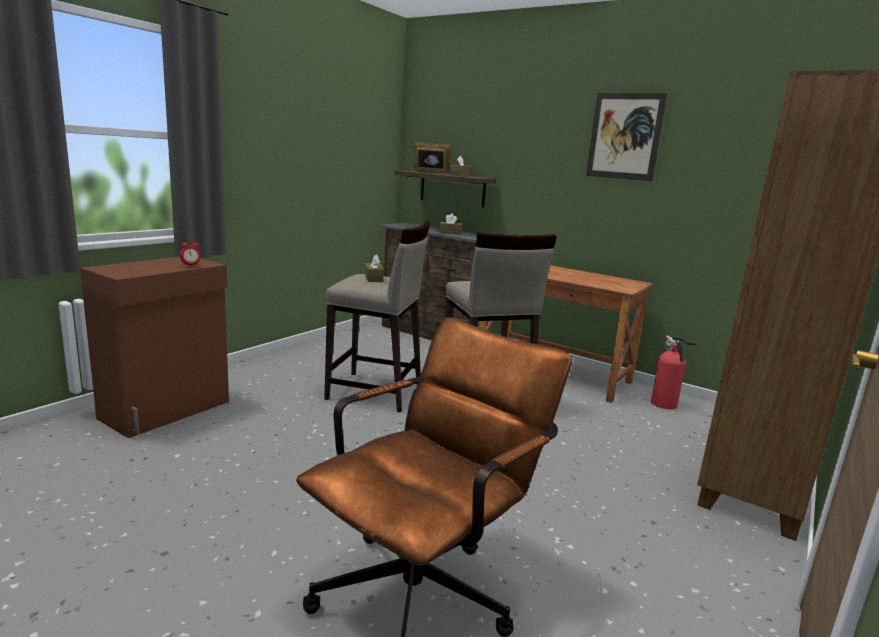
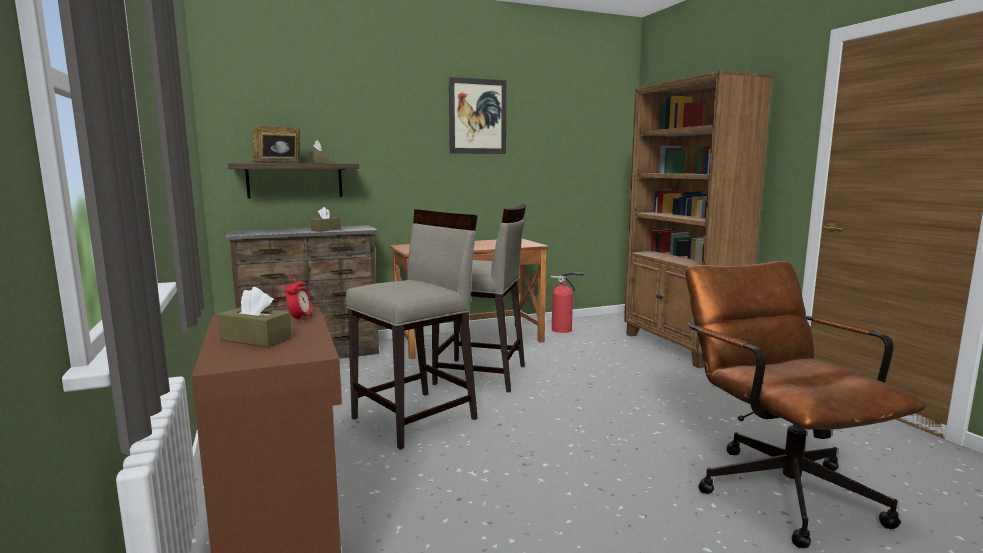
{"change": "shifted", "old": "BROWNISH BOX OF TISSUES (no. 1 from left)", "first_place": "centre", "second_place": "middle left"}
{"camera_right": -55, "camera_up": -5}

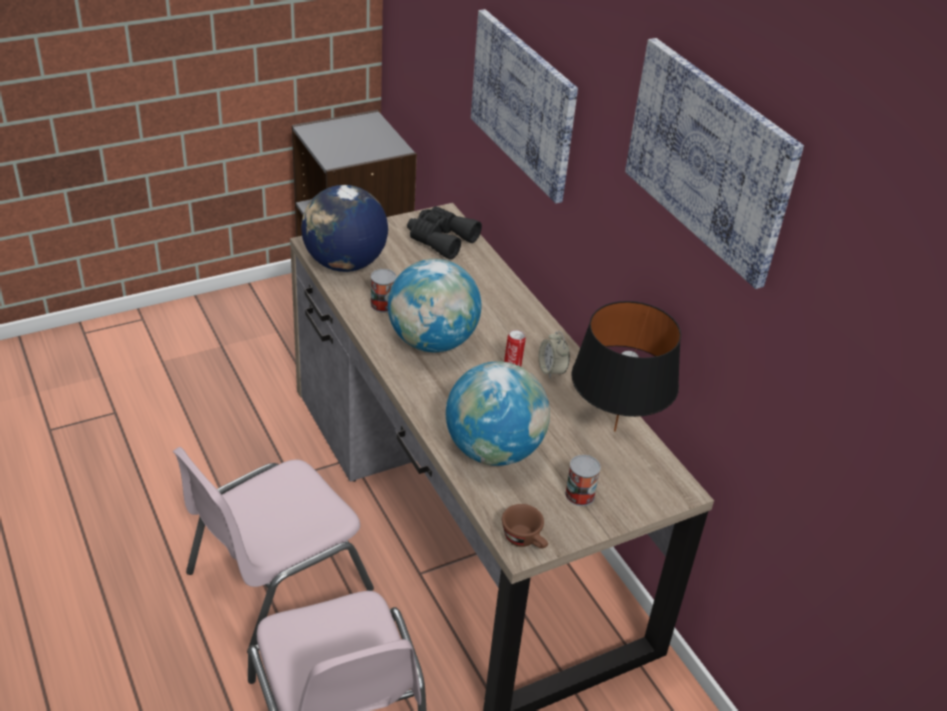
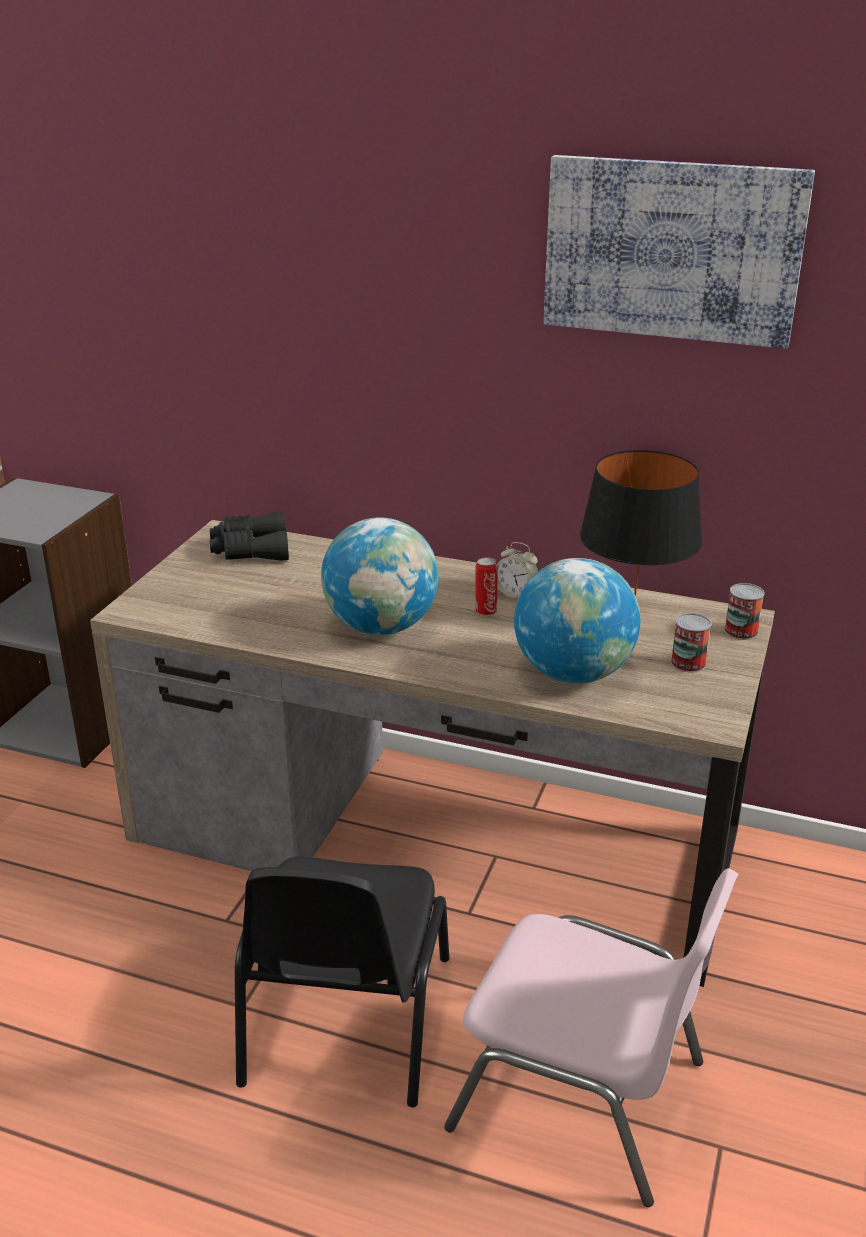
{"change": "gone", "old": "WORLD GLOBE (no. 1 from left)", "first_place": "top centre"}
{"change": "gone", "old": "WALL PICTURE (no. 1 from left)", "first_place": "top centre"}
{"change": "gone", "old": "BROWNISH CUP", "first_place": "bottom centre"}
{"change": "shifted", "old": "CAN (no. 1 from left in the first image)", "new": "CAN (no. 3 from left)", "first_place": "centre", "second_place": "middle right"}
{"change": "repainted", "old": "PINK UPRIGHT CHAIR (no. 1 from left)", "new": "BLACK-COLOURED UPRIGHT CHAIR", "first_place": "bottom left", "second_place": "bottom centre"}
{"camera_right": -40, "camera_up": -10}

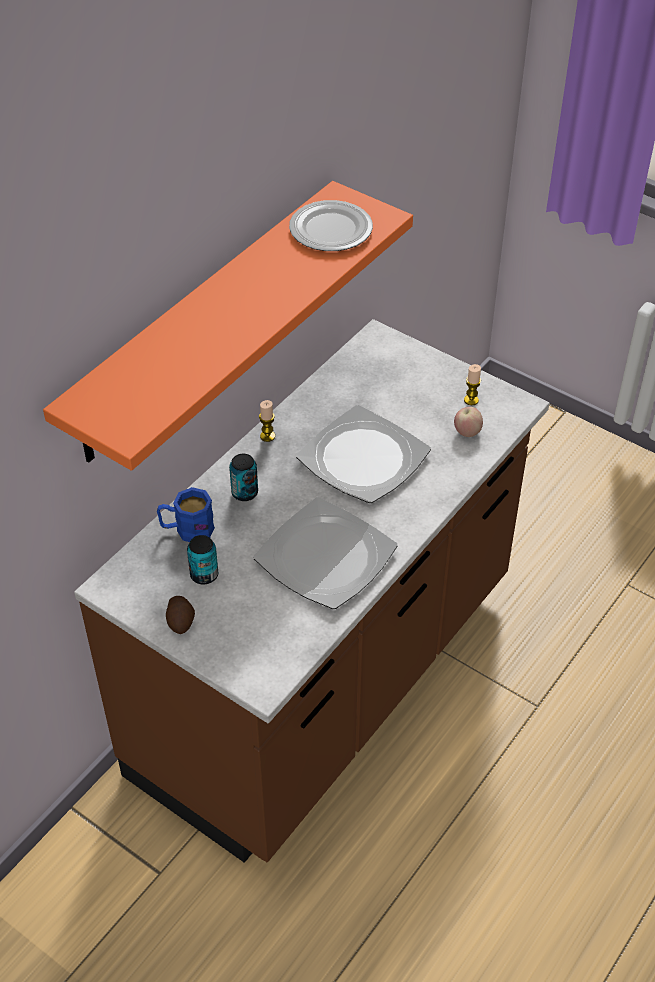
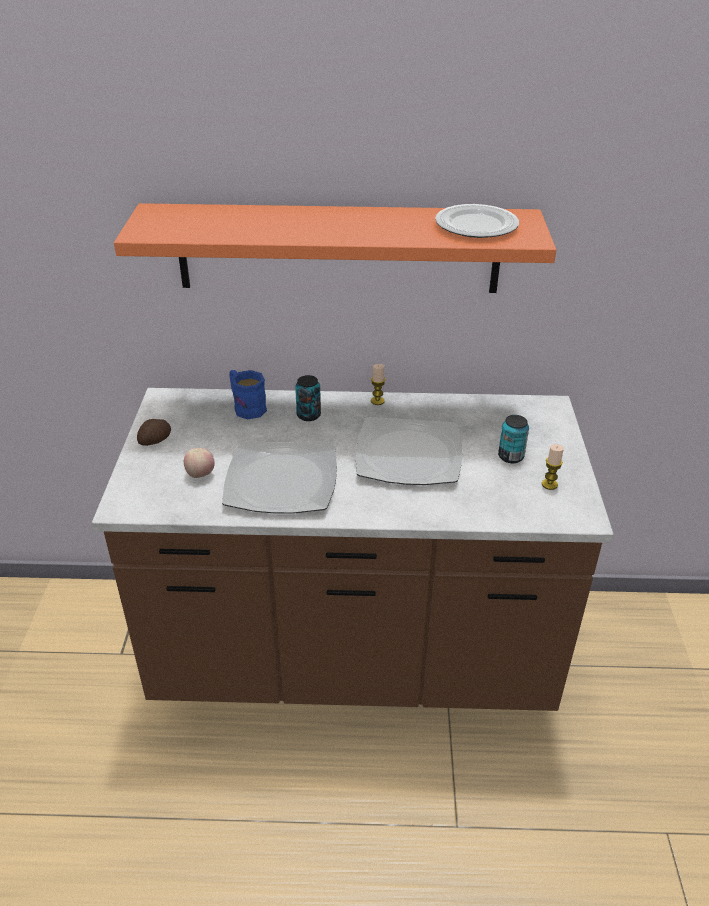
{"change": "shifted", "old": "CAN (no. 1 from left in the first image)", "new": "CAN (no. 2 from left)", "first_place": "middle left", "second_place": "middle right"}
{"change": "shifted", "old": "WHOLE APPLE", "first_place": "middle right", "second_place": "middle left"}
{"camera_right": 55, "camera_up": -10}

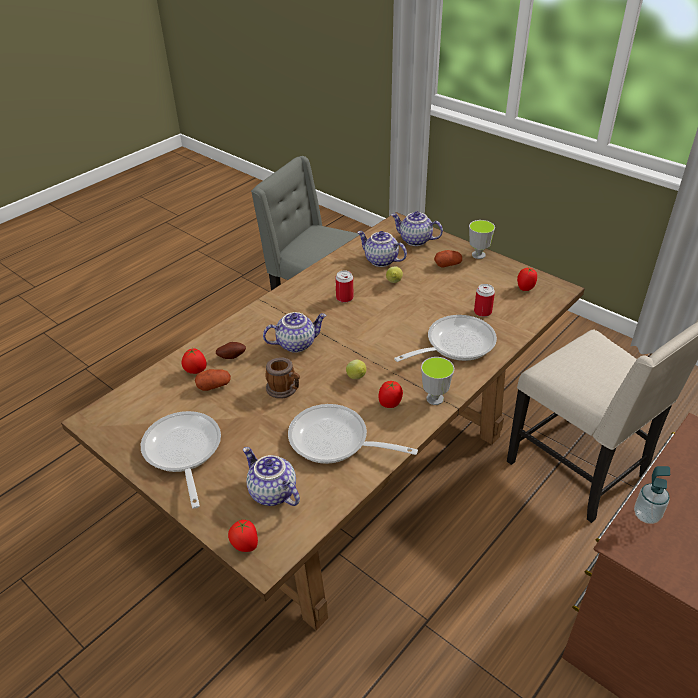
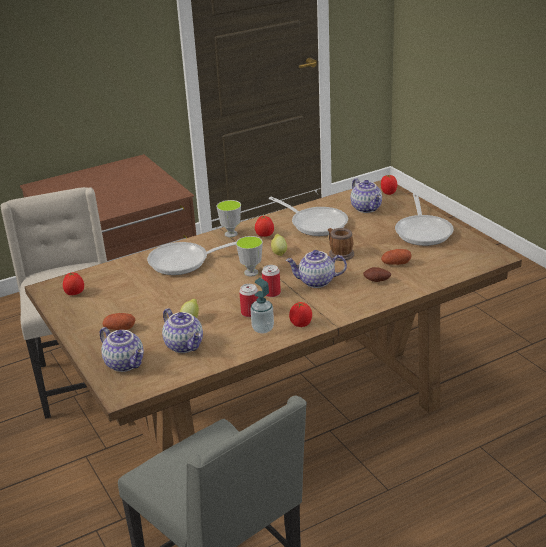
{"change": "shifted", "old": "TOMATO (no. 1 from left in the first image)", "new": "TOMATO (no. 3 from left)", "first_place": "middle left", "second_place": "centre"}
{"change": "shifted", "old": "CUP (no. 2 from left)", "first_place": "middle right", "second_place": "centre"}
{"change": "shifted", "old": "CAN (no. 2 from left)", "first_place": "middle right", "second_place": "centre"}
{"change": "shifted", "old": "SOAP DISPENSER", "first_place": "bottom right", "second_place": "centre"}
{"camera_right": -160, "camera_up": -10}

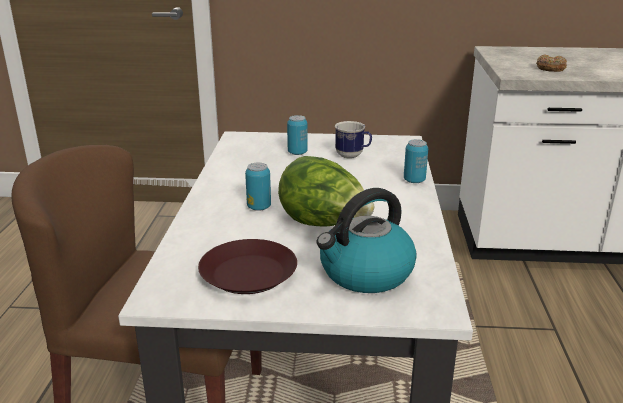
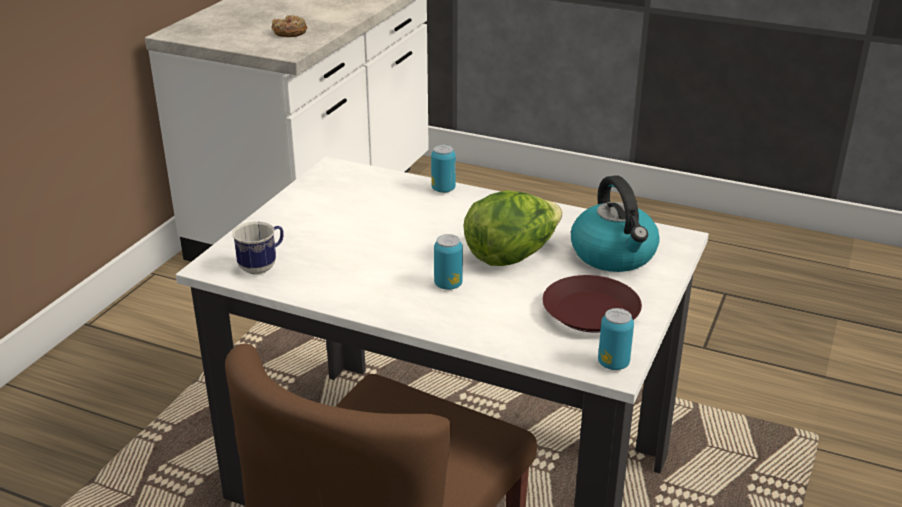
{"change": "shifted", "old": "CAN (no. 2 from left in the first image)", "new": "CAN (no. 3 from left)", "first_place": "centre", "second_place": "bottom right"}
{"change": "shifted", "old": "TEA MUG", "first_place": "centre", "second_place": "middle left"}
{"camera_right": -70, "camera_up": 5}

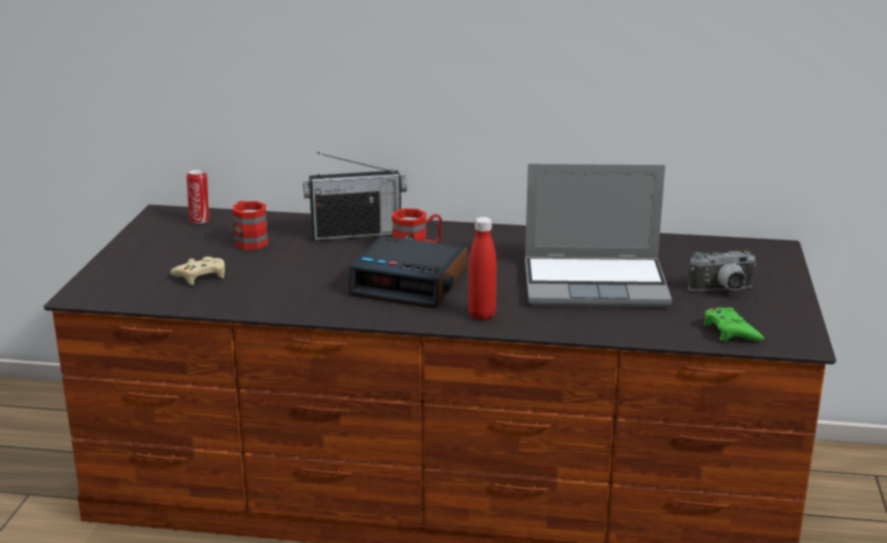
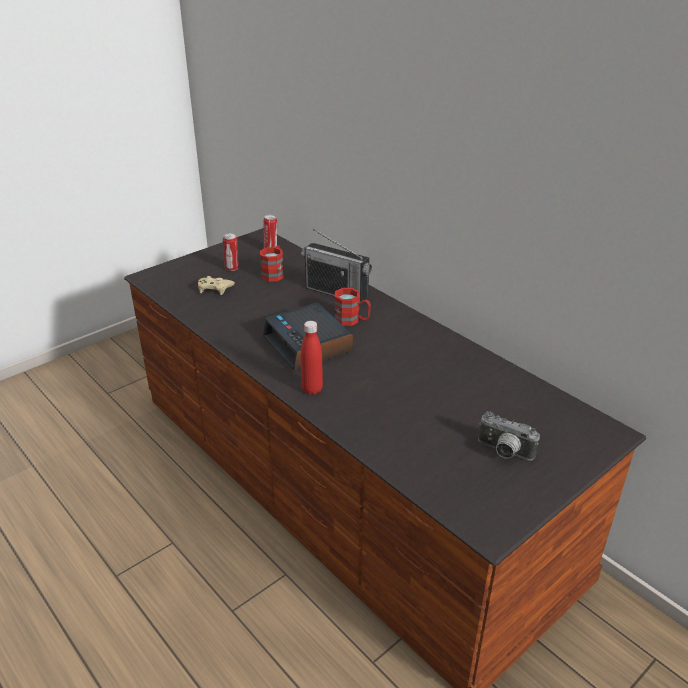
{"change": "gone", "old": "LAPTOP", "first_place": "middle right"}
{"change": "gone", "old": "GREEN-COLOURED JOYPAD", "first_place": "middle right"}
{"change": "new", "new": "CAN (no. 1 from left)", "second_place": "centre"}
{"camera_right": 40, "camera_up": 10}

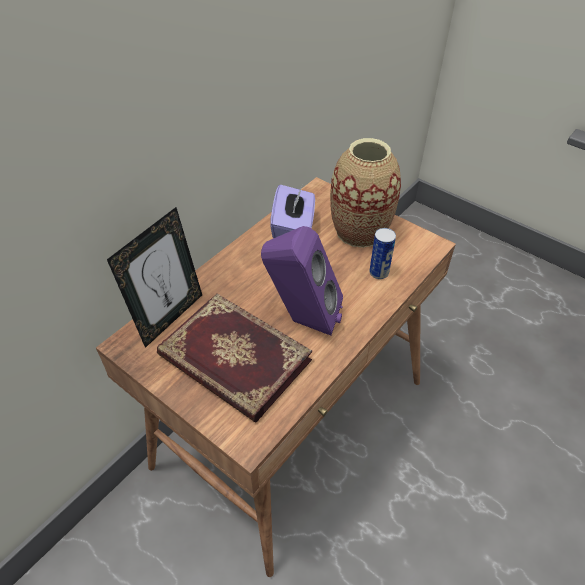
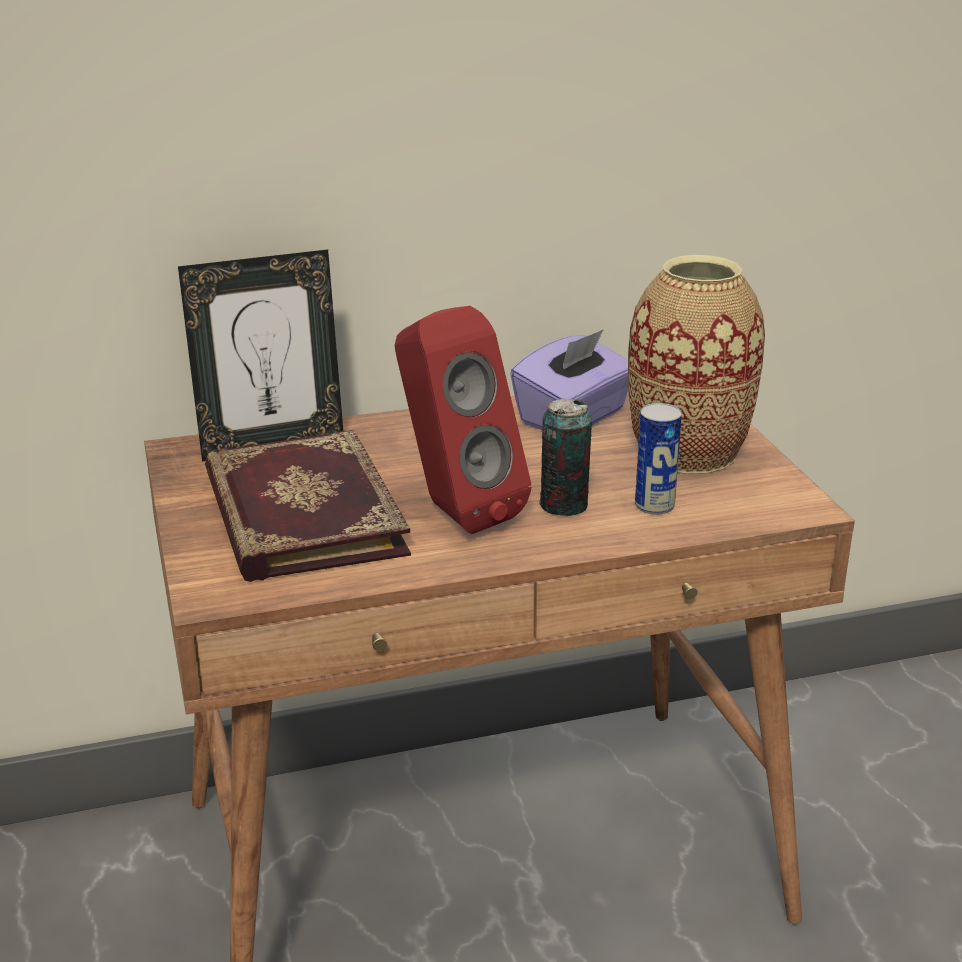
{"change": "new", "new": "CAN (no. 1 from left)", "second_place": "centre"}
{"change": "repainted", "old": "PURPLISH SPEAKER", "new": "REDDISH SPEAKER", "first_place": "centre", "second_place": "centre"}
{"camera_right": 35, "camera_up": -20}

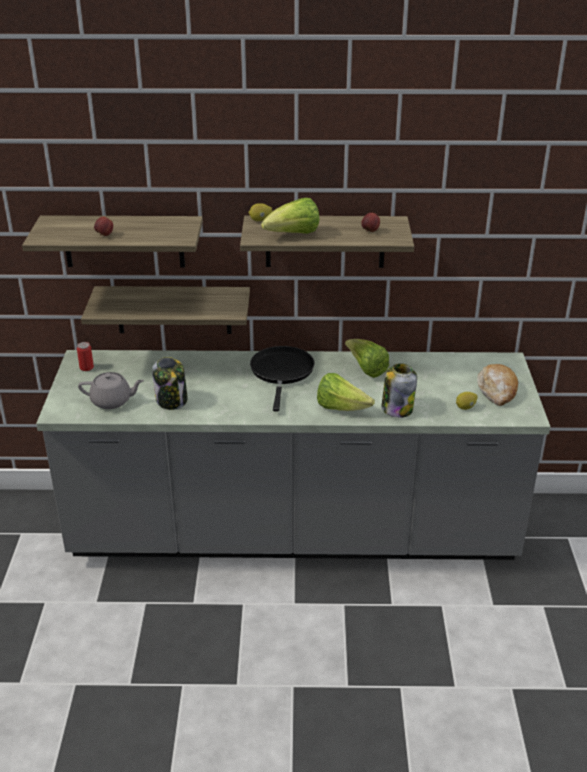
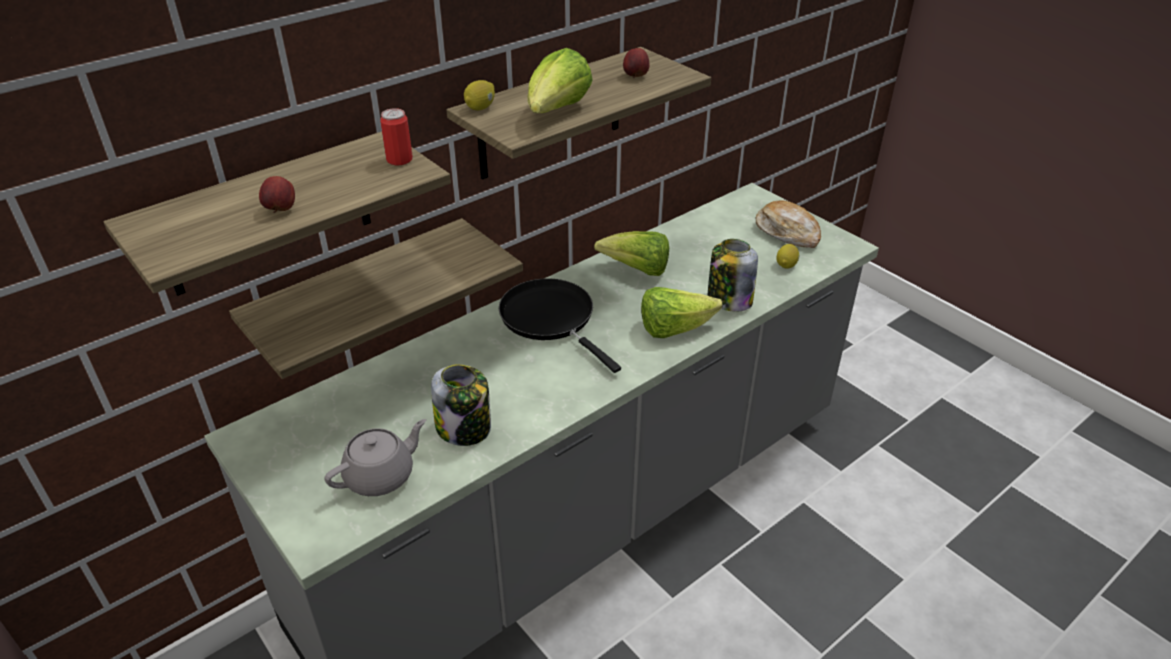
{"change": "shifted", "old": "CAN", "first_place": "middle left", "second_place": "top centre"}
{"camera_right": -40, "camera_up": 5}

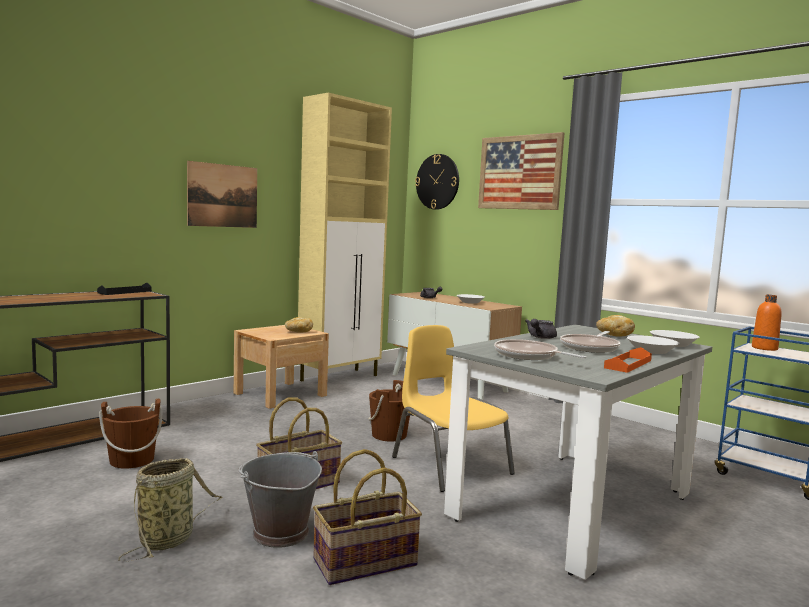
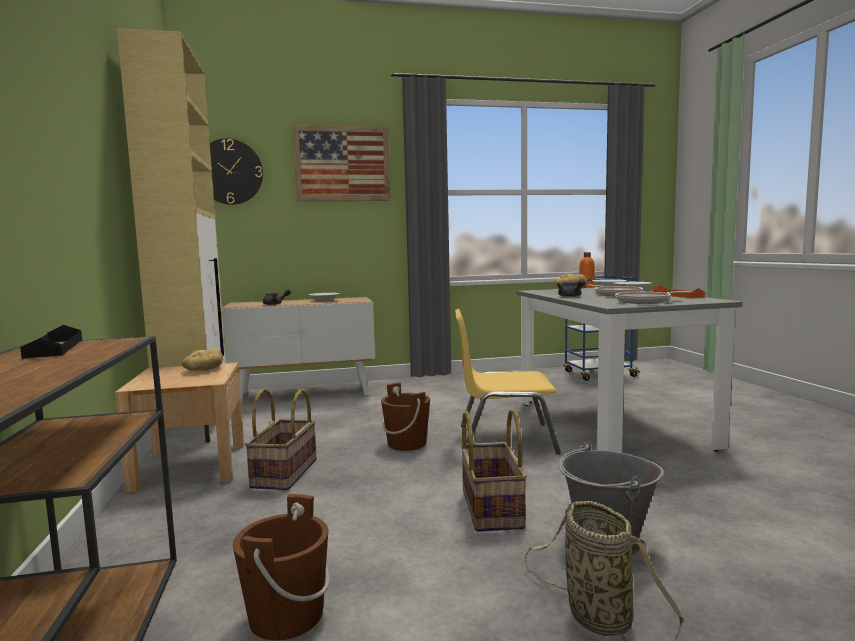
{"change": "gone", "old": "WALL PICTURE (no. 1 from left)", "first_place": "top left"}
{"change": "shifted", "old": "HOUSEHOLD BASKET (no. 3 from left in the first image)", "new": "HOUSEHOLD BASKET (no. 1 from left)", "first_place": "bottom centre", "second_place": "bottom left"}
{"camera_right": -55, "camera_up": 0}

